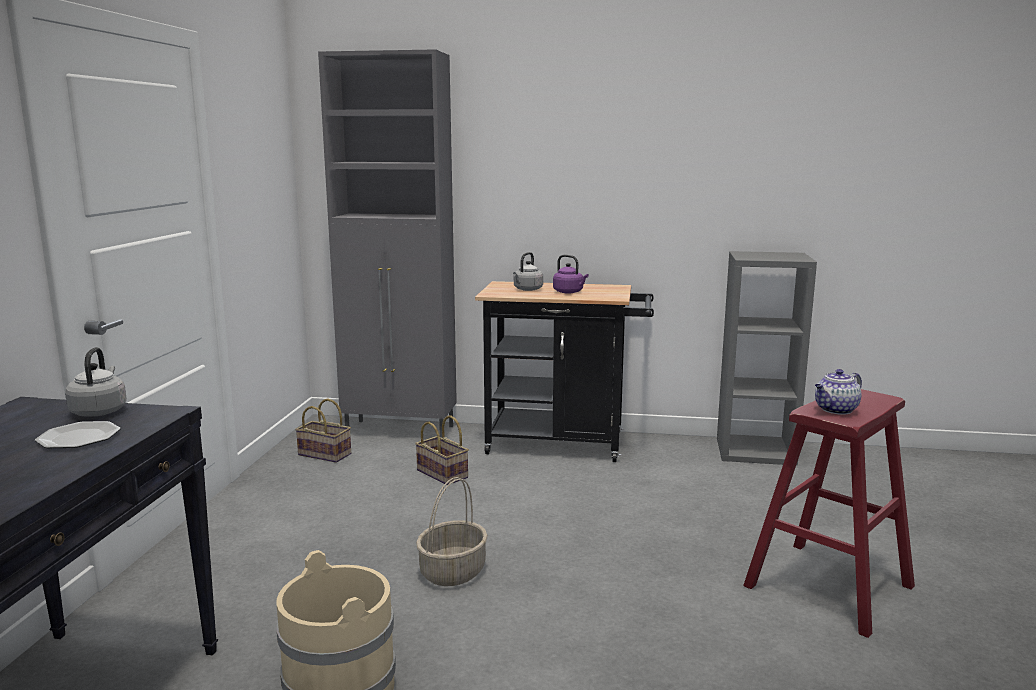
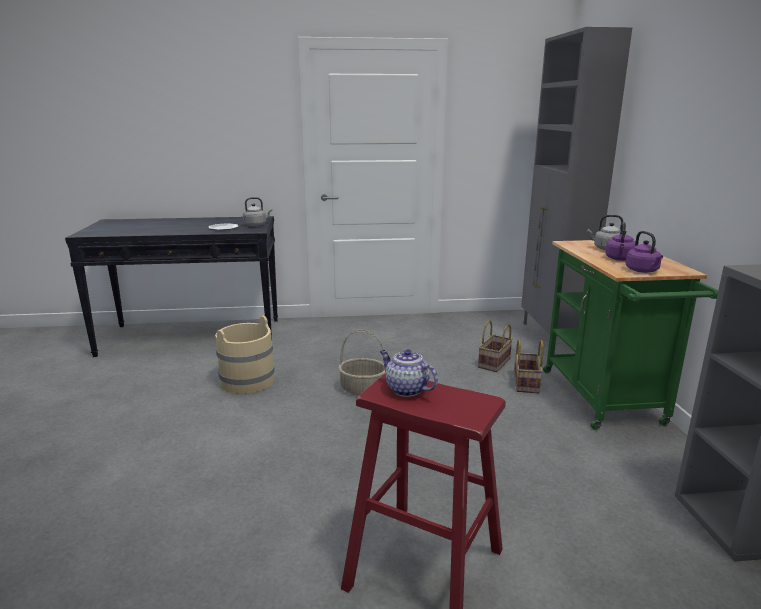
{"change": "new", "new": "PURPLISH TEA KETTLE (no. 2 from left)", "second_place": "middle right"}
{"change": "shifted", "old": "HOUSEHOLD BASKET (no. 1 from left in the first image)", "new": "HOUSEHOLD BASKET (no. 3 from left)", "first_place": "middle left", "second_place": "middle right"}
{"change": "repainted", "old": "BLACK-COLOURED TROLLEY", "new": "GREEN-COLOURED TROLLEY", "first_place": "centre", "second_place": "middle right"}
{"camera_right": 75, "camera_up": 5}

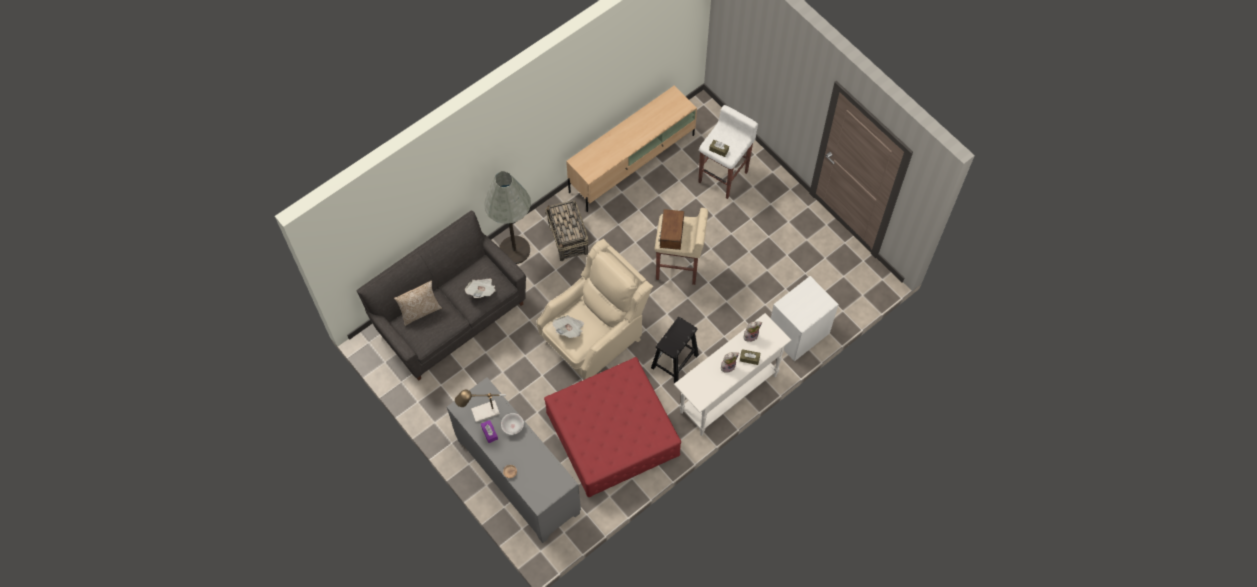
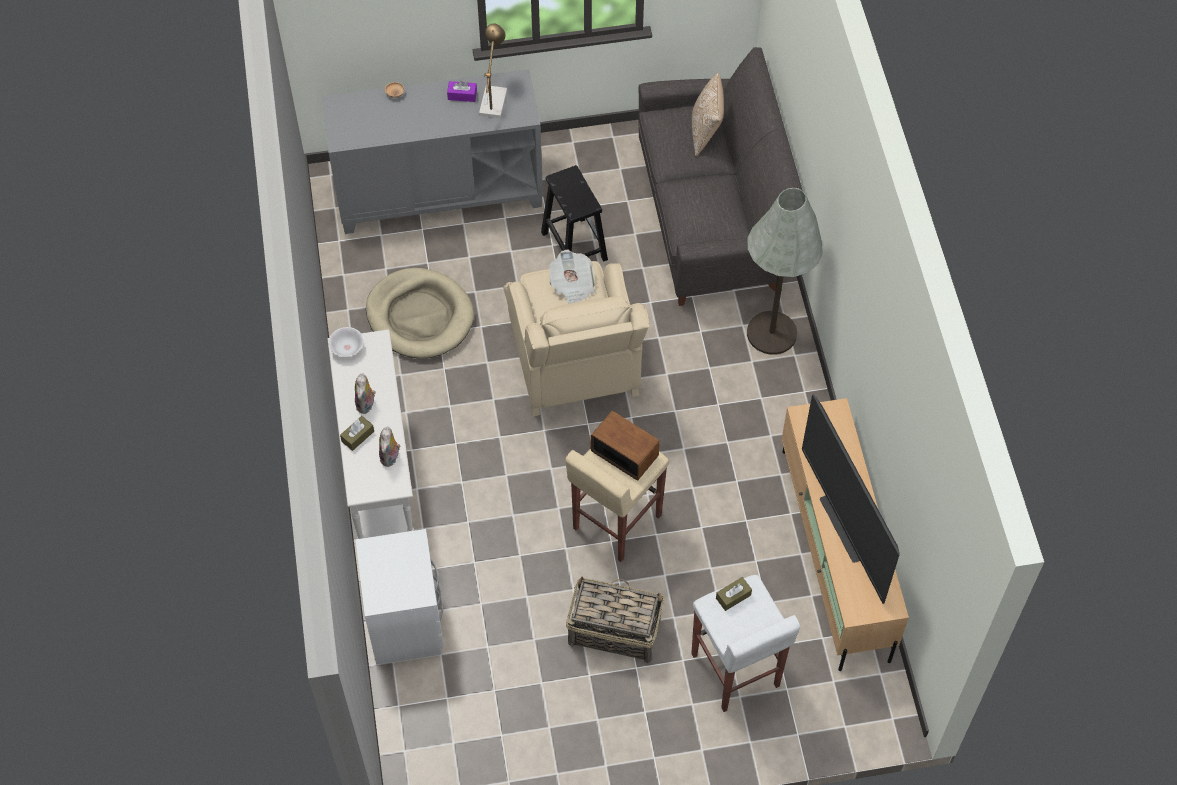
{"change": "gone", "old": "DAILY PAPER (no. 1 from left)", "first_place": "centre"}
{"change": "new", "new": "TELEVISION", "second_place": "middle right"}
{"change": "shifted", "old": "WHITE-COLOURED SERVING BOWL", "first_place": "bottom centre", "second_place": "middle left"}
{"change": "shifted", "old": "HOUSEHOLD BASKET", "first_place": "centre", "second_place": "bottom centre"}
{"change": "shifted", "old": "BLACK-COLOURED STOOL", "first_place": "centre", "second_place": "top centre"}
{"change": "swapped", "old": "REDDISH FOOTREST", "new": "BEIGE-COLOURED PET BED", "first_place": "bottom centre", "second_place": "centre"}
{"camera_right": 120, "camera_up": -5}

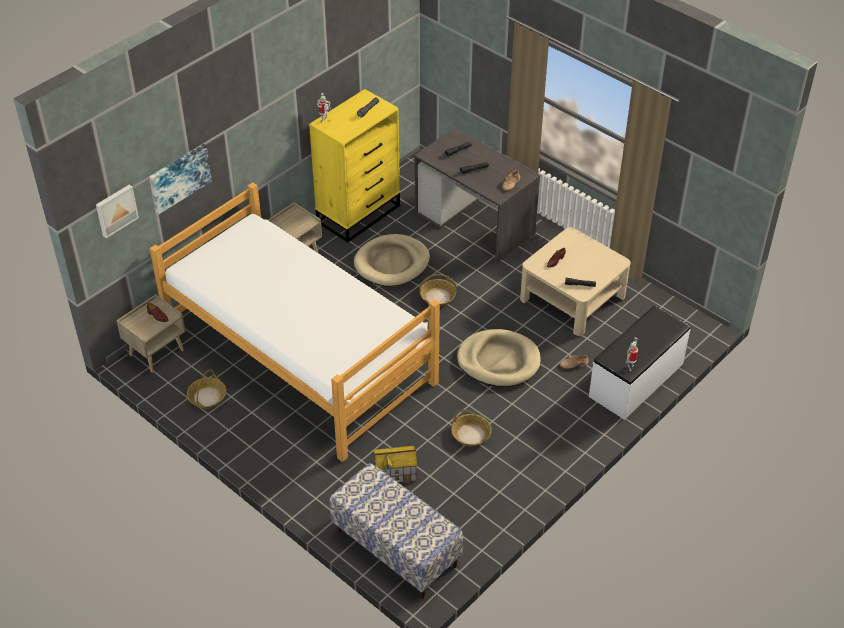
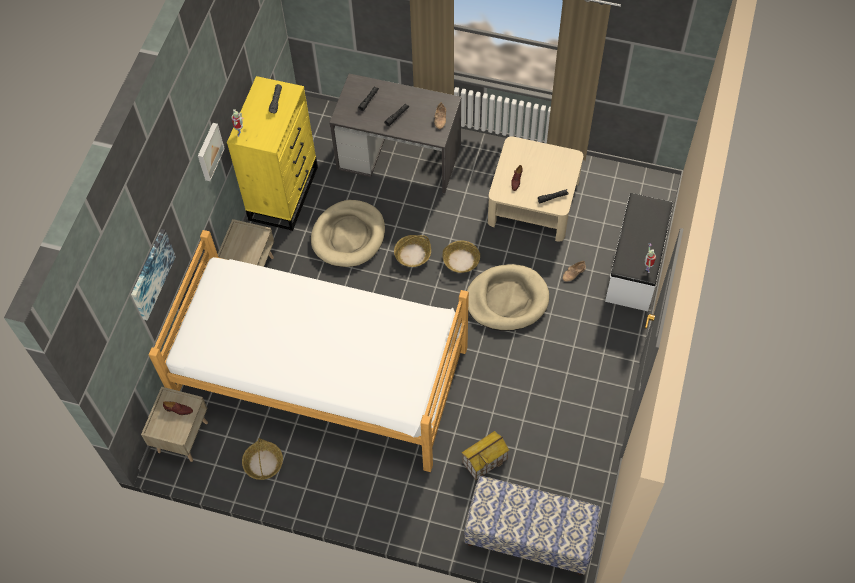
{"change": "shifted", "old": "WALL PICTURE (no. 1 from left in the first image)", "new": "WALL PICTURE (no. 2 from left)", "first_place": "middle left", "second_place": "top left"}
{"change": "shifted", "old": "HOUSEHOLD BASKET (no. 3 from left)", "first_place": "bottom centre", "second_place": "centre"}
{"camera_right": -25, "camera_up": 15}

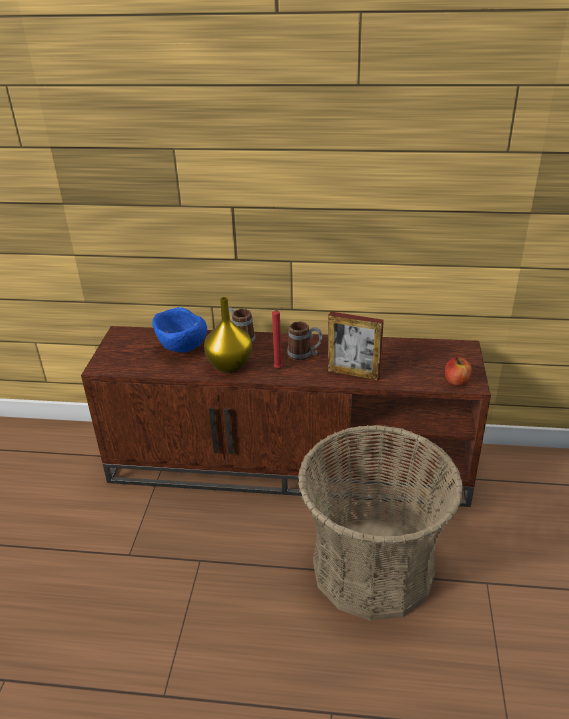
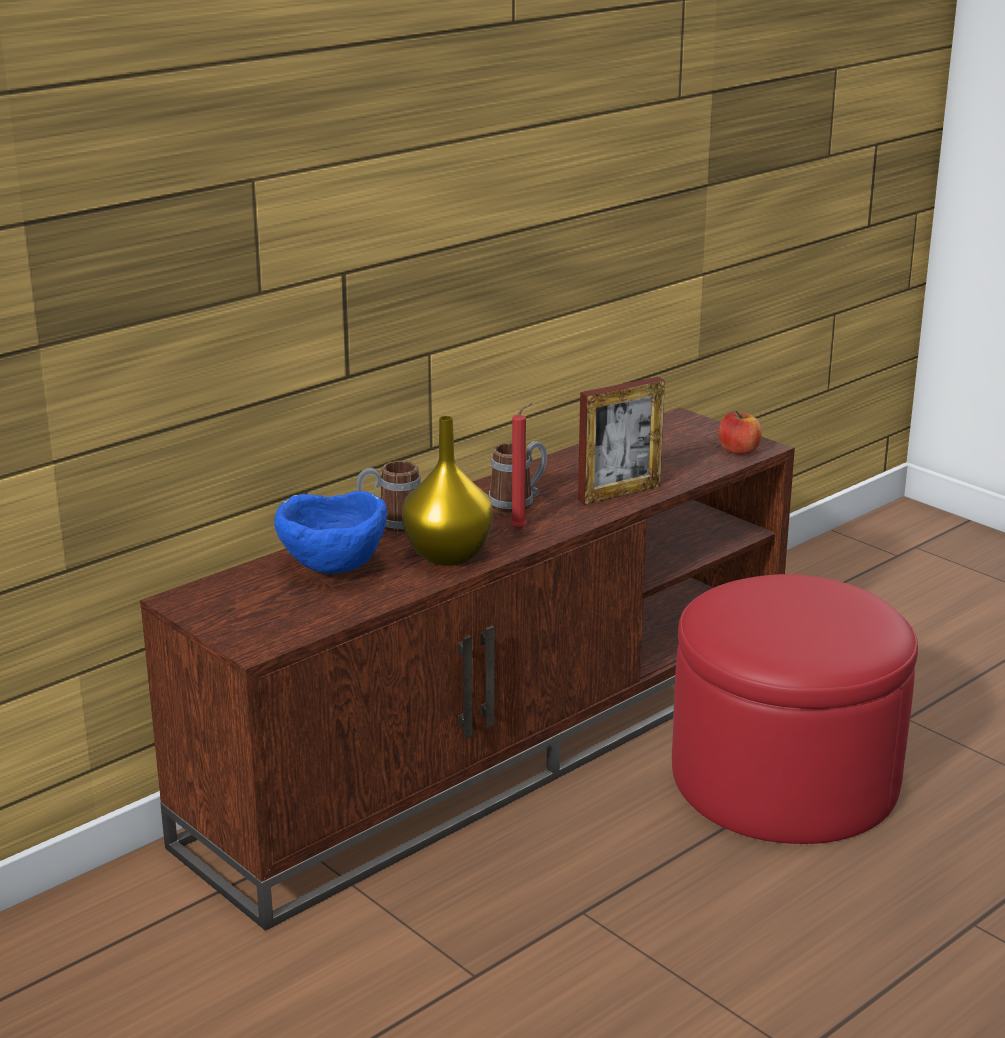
{"change": "swapped", "old": "HOUSEHOLD BASKET", "new": "REDDISH FOOTREST", "first_place": "bottom right", "second_place": "bottom right"}
{"camera_right": -50, "camera_up": -10}

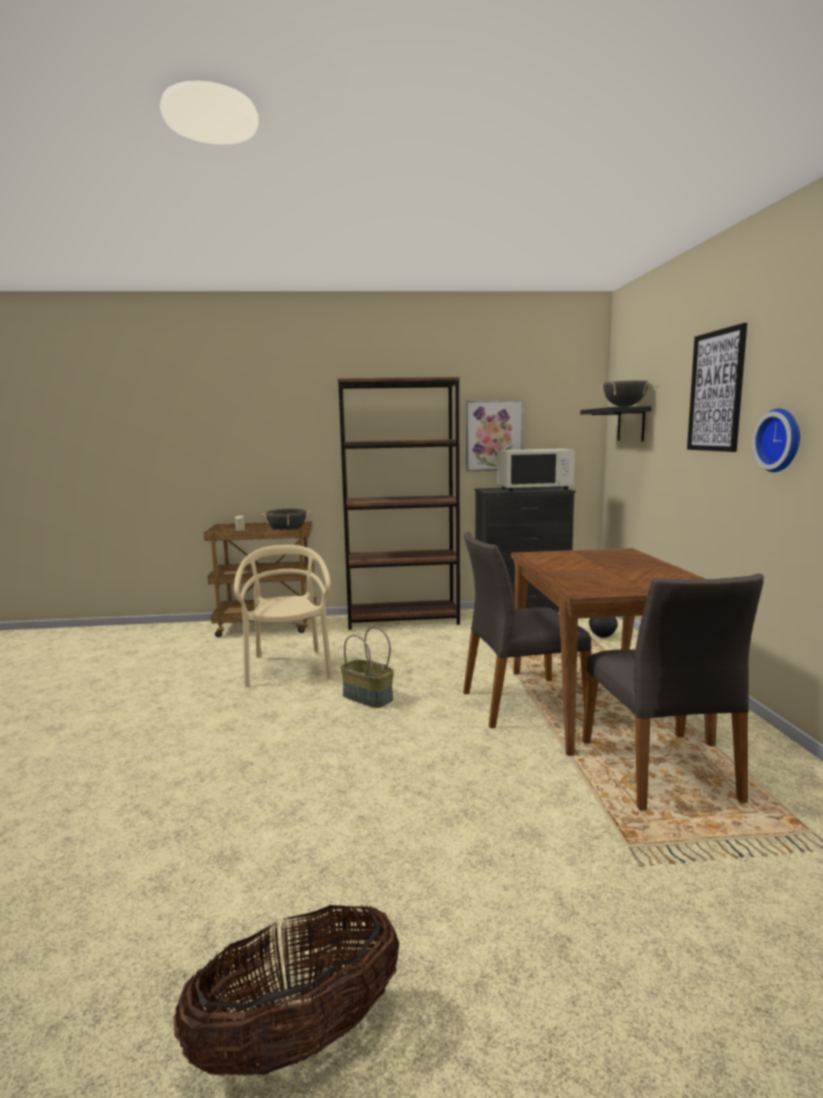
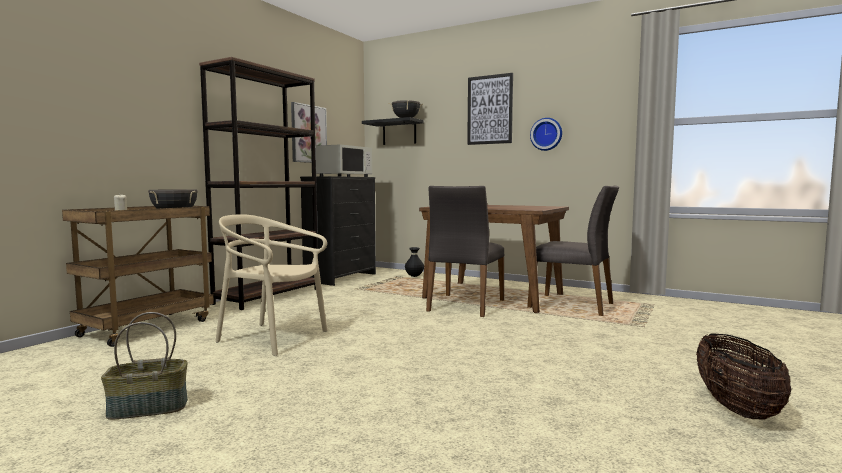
{"change": "shifted", "old": "HOUSEHOLD BASKET (no. 2 from left in the first image)", "new": "HOUSEHOLD BASKET (no. 1 from left)", "first_place": "centre", "second_place": "bottom left"}
{"camera_right": -55, "camera_up": -5}

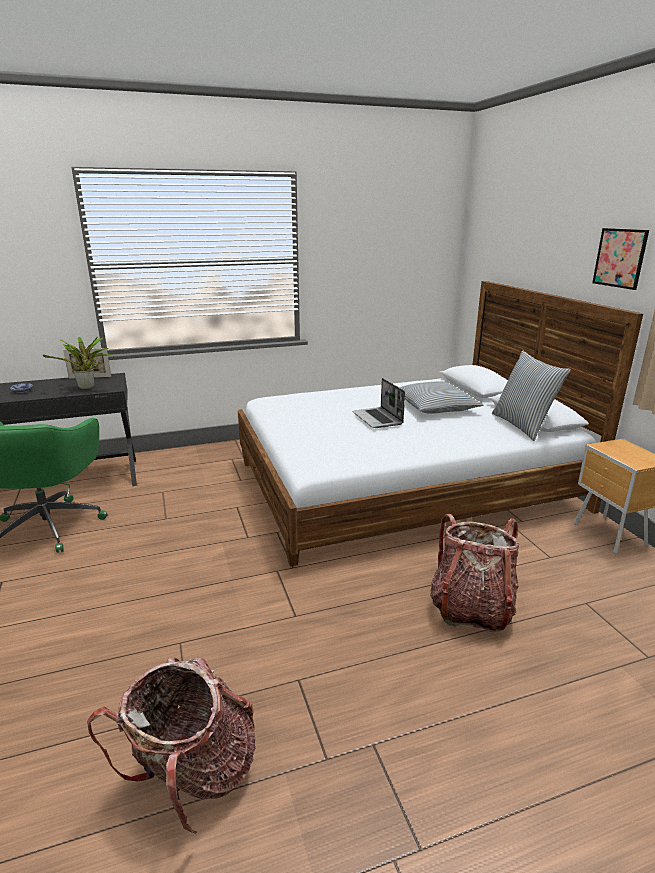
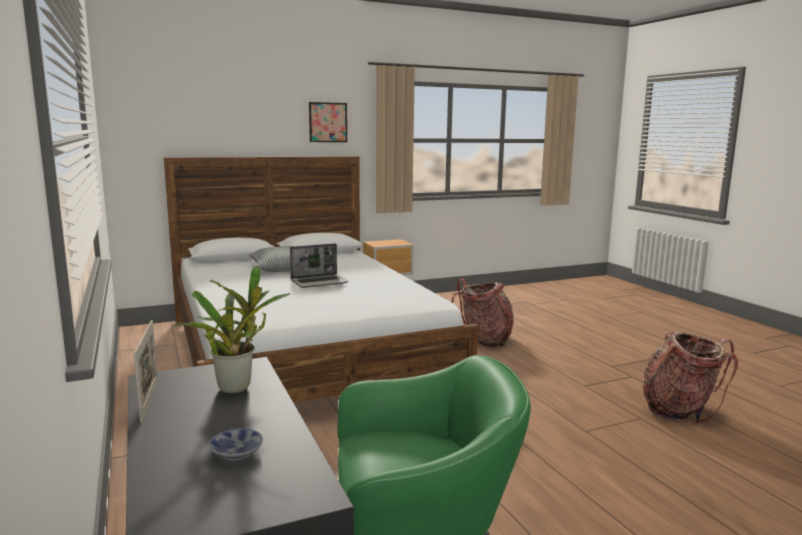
{"change": "gone", "old": "THROW PILLOW (no. 2 from left)", "first_place": "middle right"}
{"camera_right": -95, "camera_up": -10}

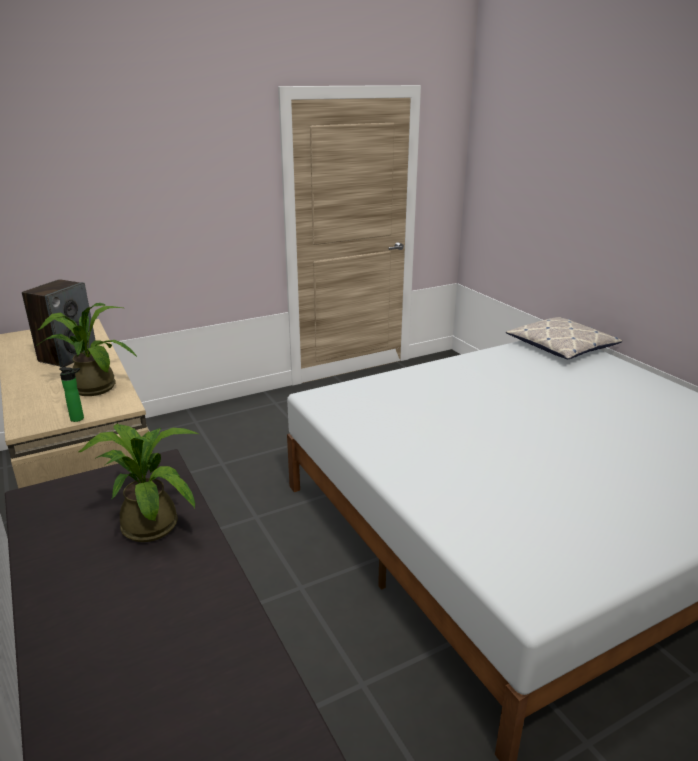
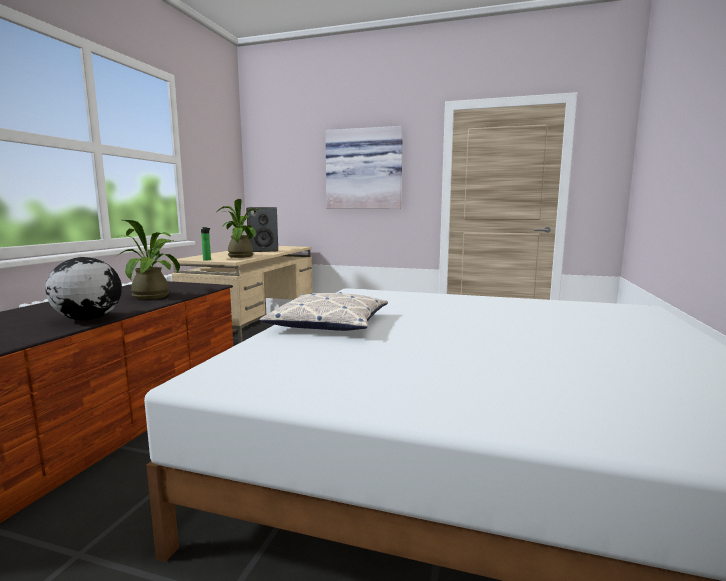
{"change": "new", "new": "WORLD GLOBE", "second_place": "middle left"}
{"change": "new", "new": "WALL PICTURE", "second_place": "top centre"}
{"change": "shifted", "old": "THROW PILLOW", "first_place": "middle right", "second_place": "centre"}
{"camera_right": 45, "camera_up": -15}

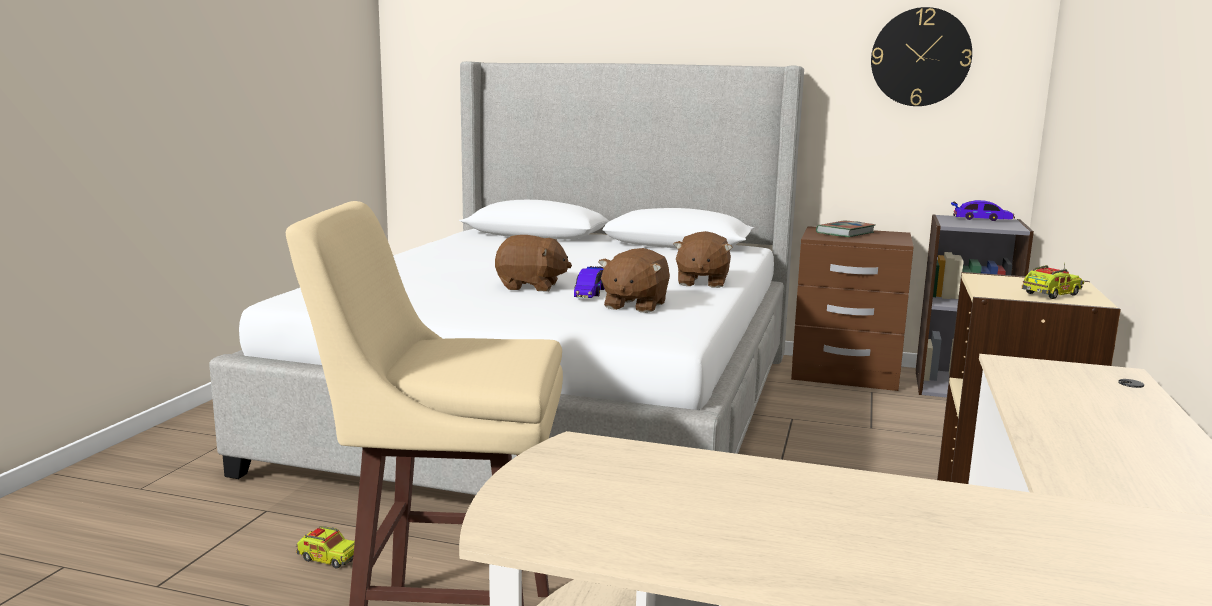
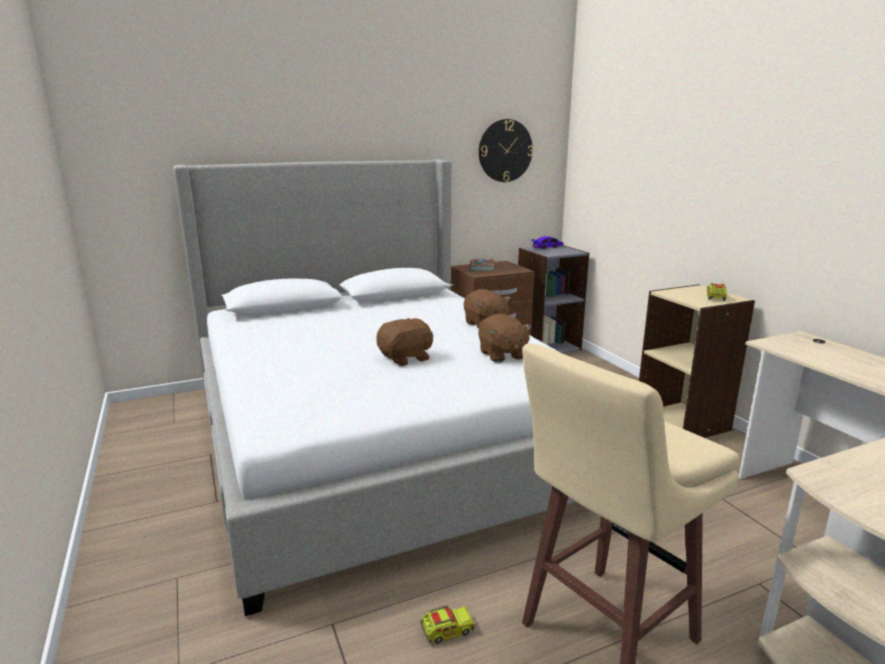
{"change": "gone", "old": "MODEL CAR (no. 1 from left)", "first_place": "centre"}
{"camera_right": -40, "camera_up": 5}

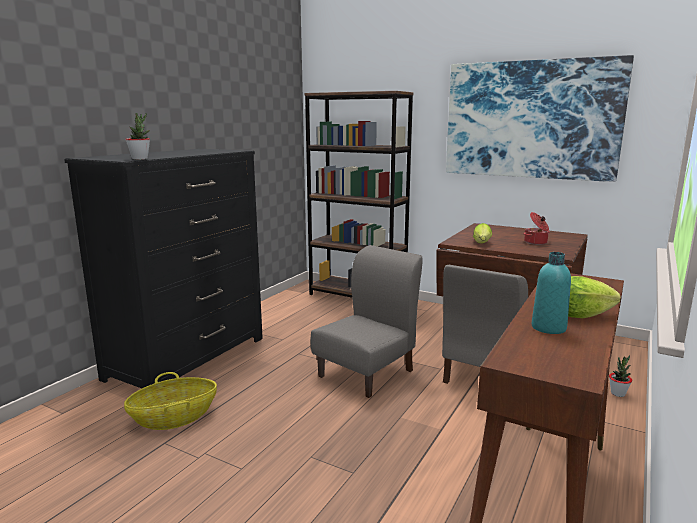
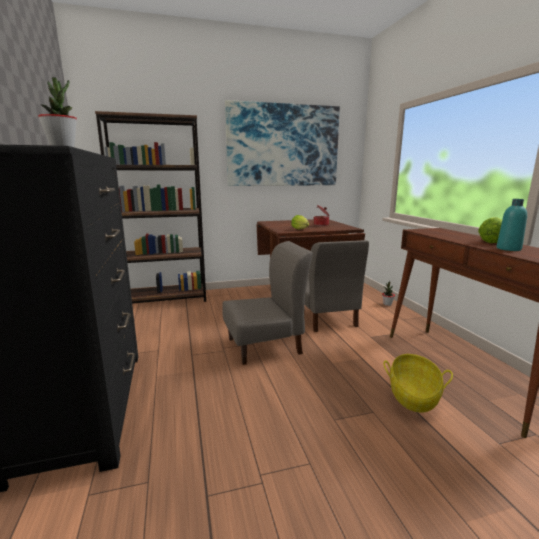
{"change": "shifted", "old": "HOUSEHOLD BASKET", "first_place": "bottom left", "second_place": "bottom right"}
{"change": "rotated", "old": "GRAY UPRIGHT CHAIR (no. 1 from left)", "first_place": "centre", "second_place": "centre", "degrees": 75}
{"camera_right": -45, "camera_up": 0}

